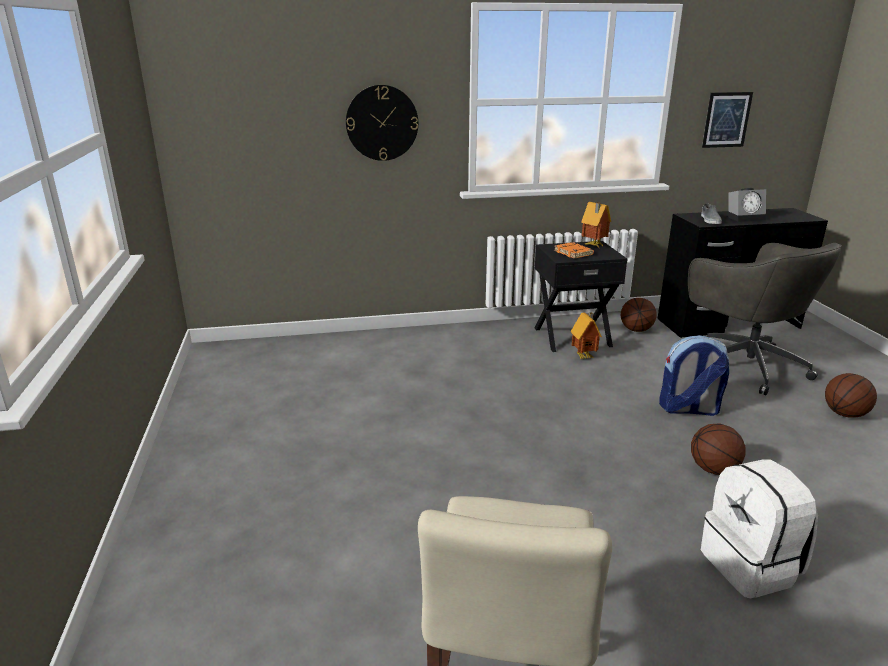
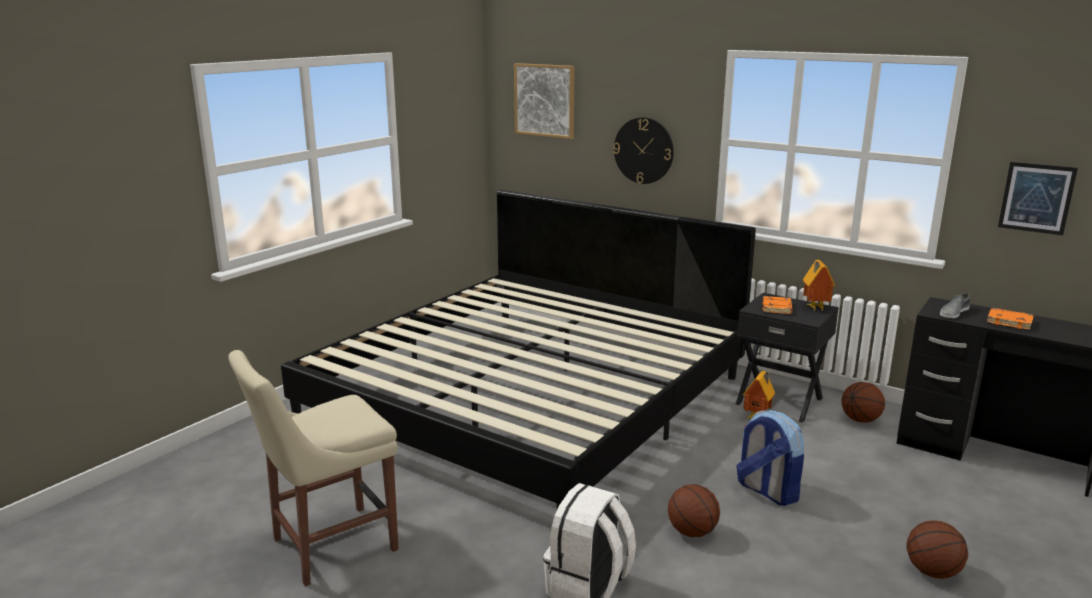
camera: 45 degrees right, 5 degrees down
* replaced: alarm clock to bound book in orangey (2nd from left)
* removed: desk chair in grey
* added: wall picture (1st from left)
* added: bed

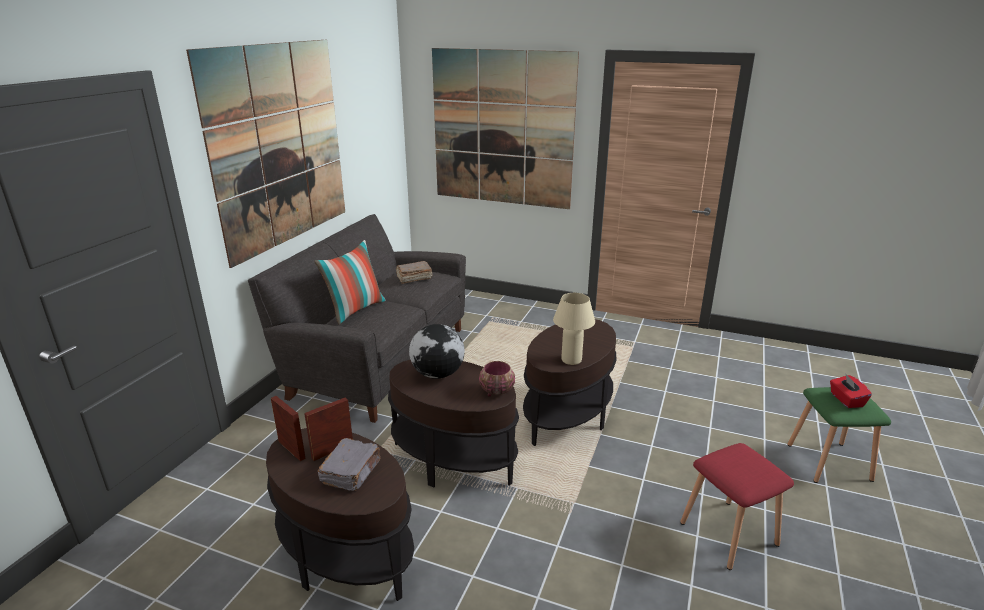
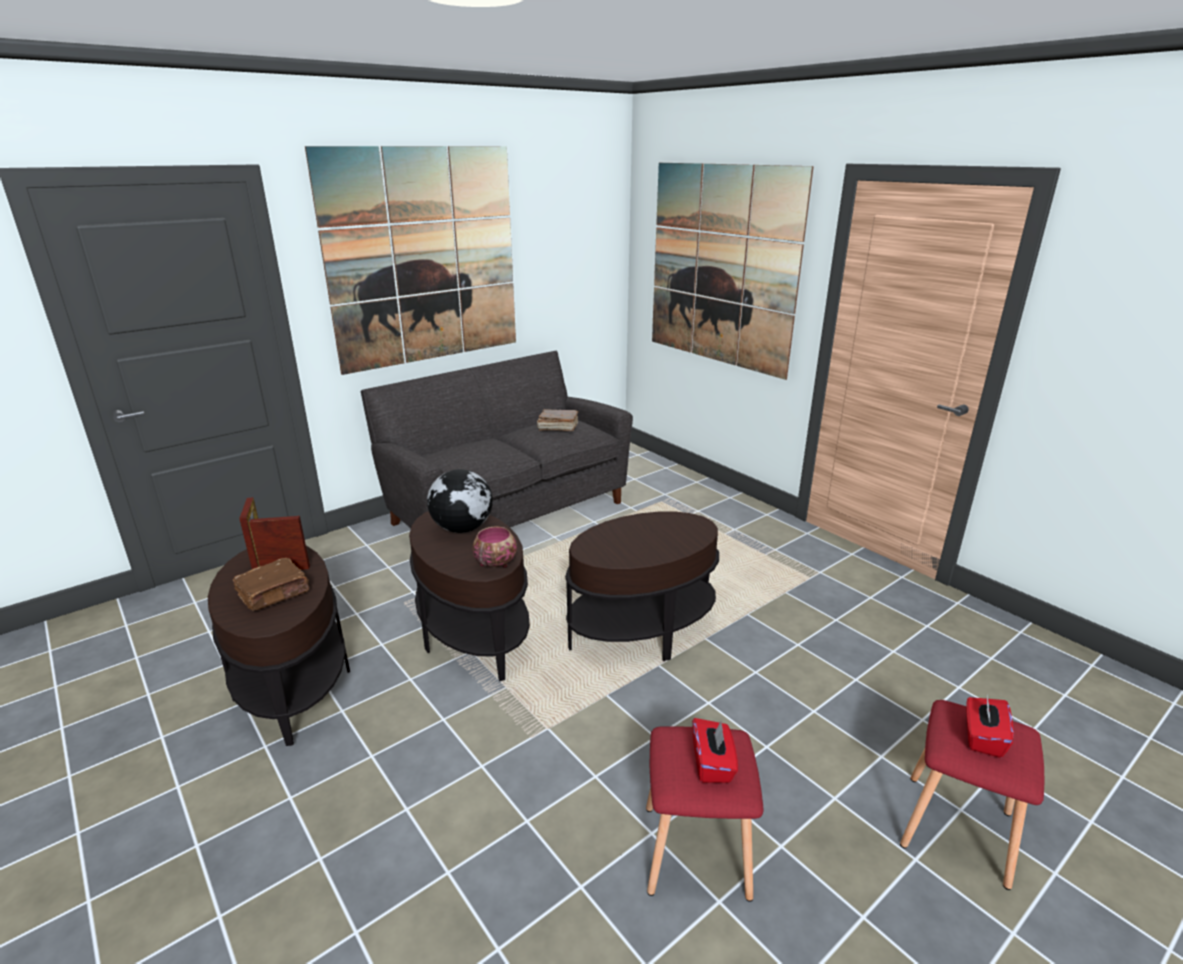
camera: 30 degrees right, 0 degrees up
* removed: throw pillow
* removed: lamp for a table in beige-coloured
* recoloured: sitting stool in green-coloured to sitting stool in red (2nd from left)
* recoloured: bound book in grey to bound book in brownish (1st from left)
* added: tissue box in red (1st from left)

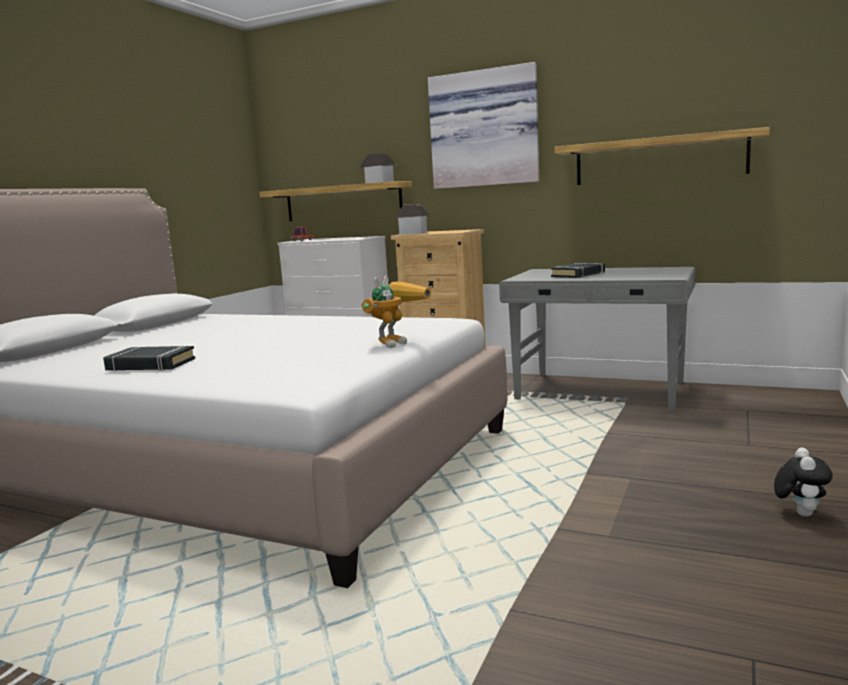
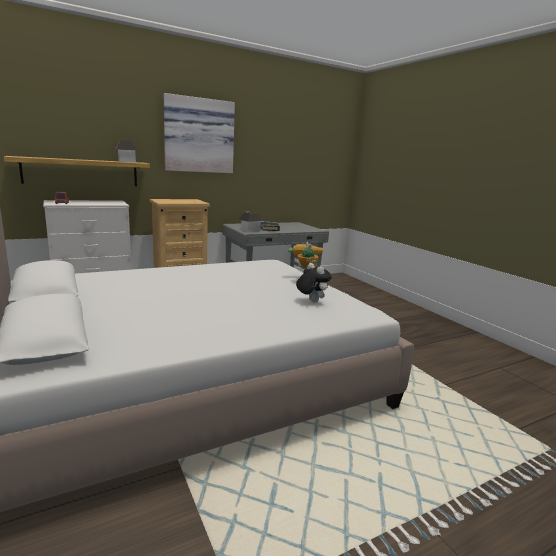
camera: 55 degrees left, 5 degrees up
* removed: wall shelf (2nd from left)
* moved: model house (2nd from left)
* removed: bound book in blackish (1st from left)
* moved: soft toy

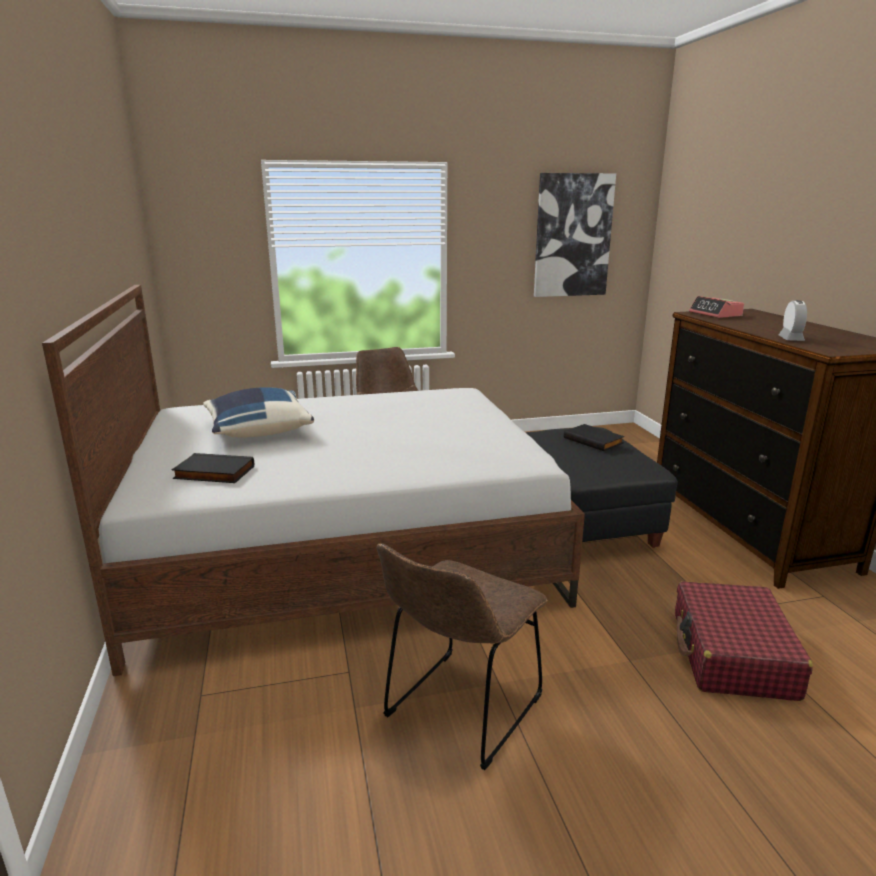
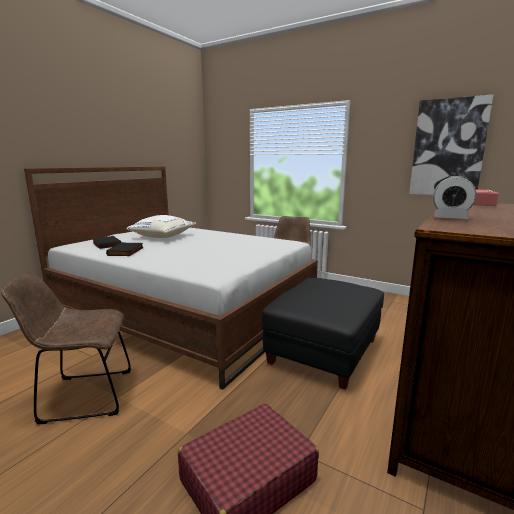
camera: 45 degrees right, 5 degrees down
* turned: alarm clock (2nd from left in the first image) 60 degrees clockwise
* recoloured: throw pillow in blue to throw pillow in white
* moved: bound book in blackish (2nd from left)

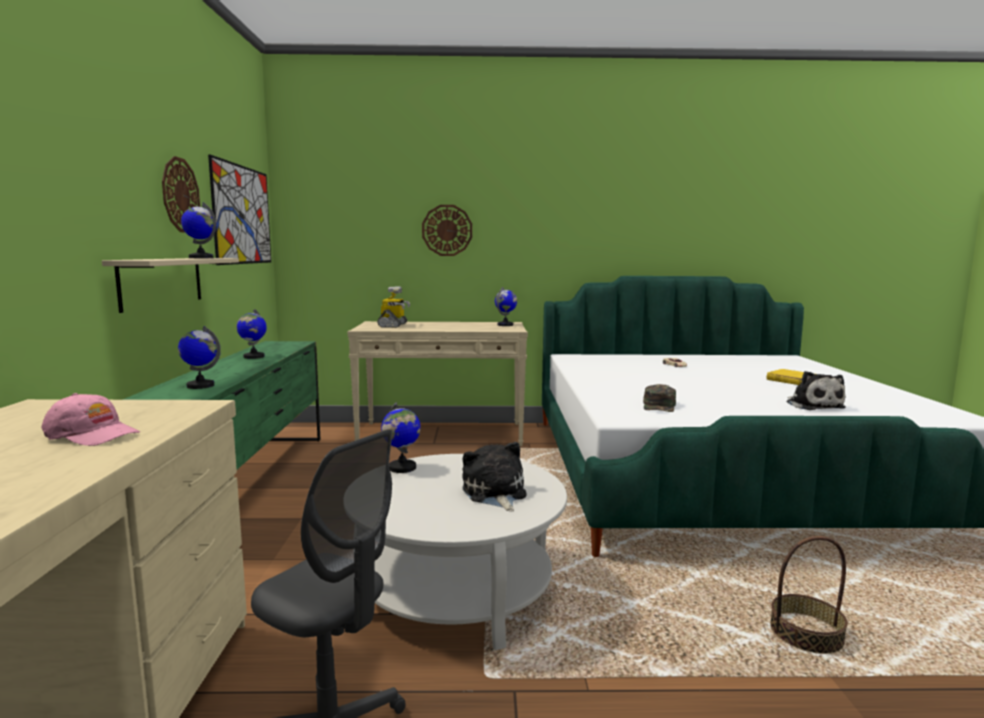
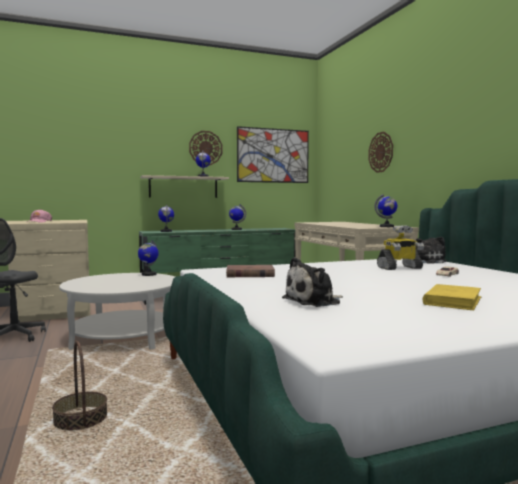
camera: 70 degrees right, 5 degrees down
* moved: model robot
* replaced: peaked cap in green-coloured to bound book in brownish
* moved: soft toy (1st from left in the first image) to soft toy (2nd from left)

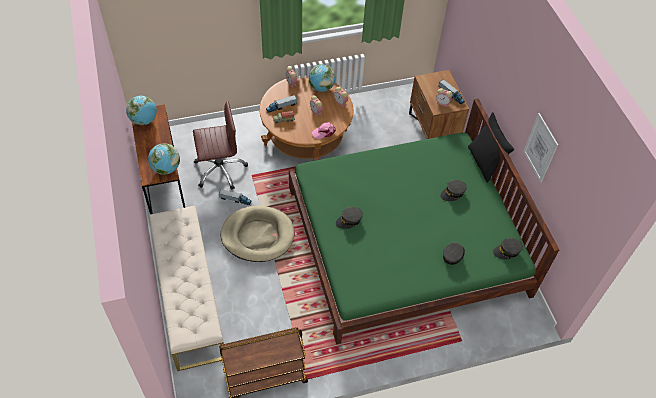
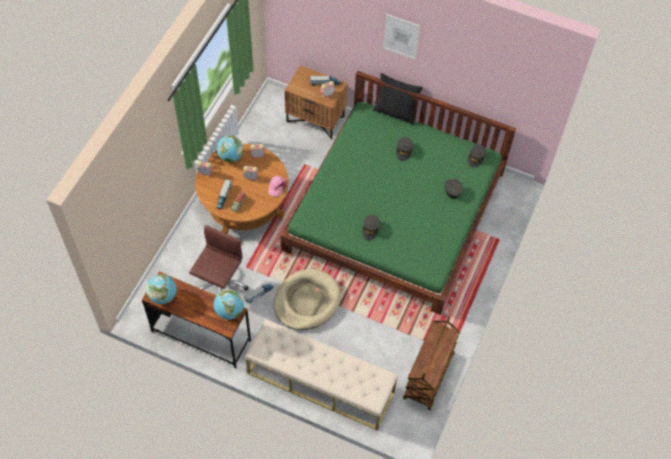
camera: 50 degrees left, 5 degrees up
* moved: wall picture

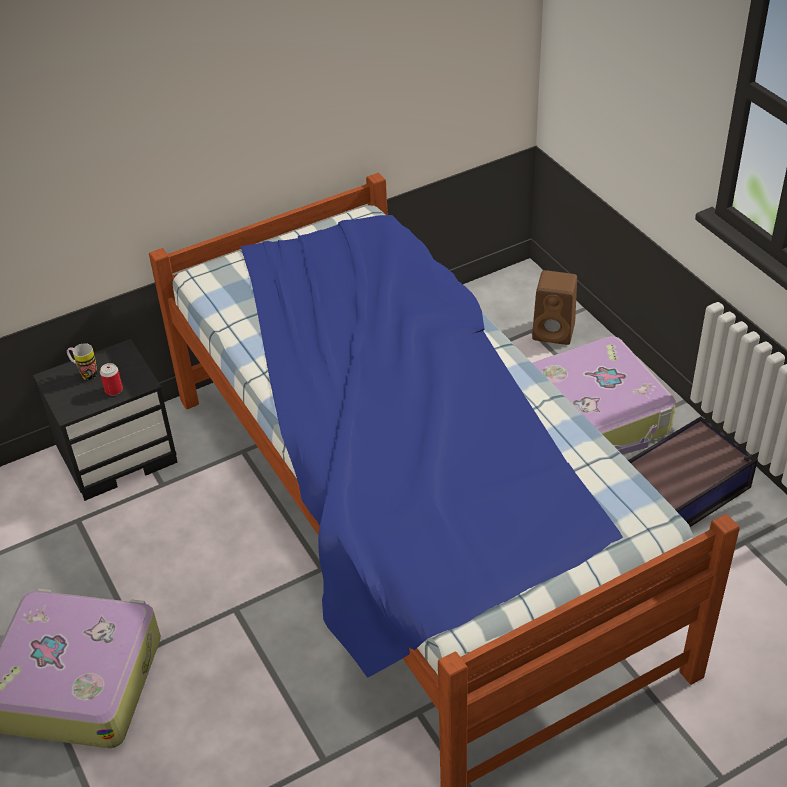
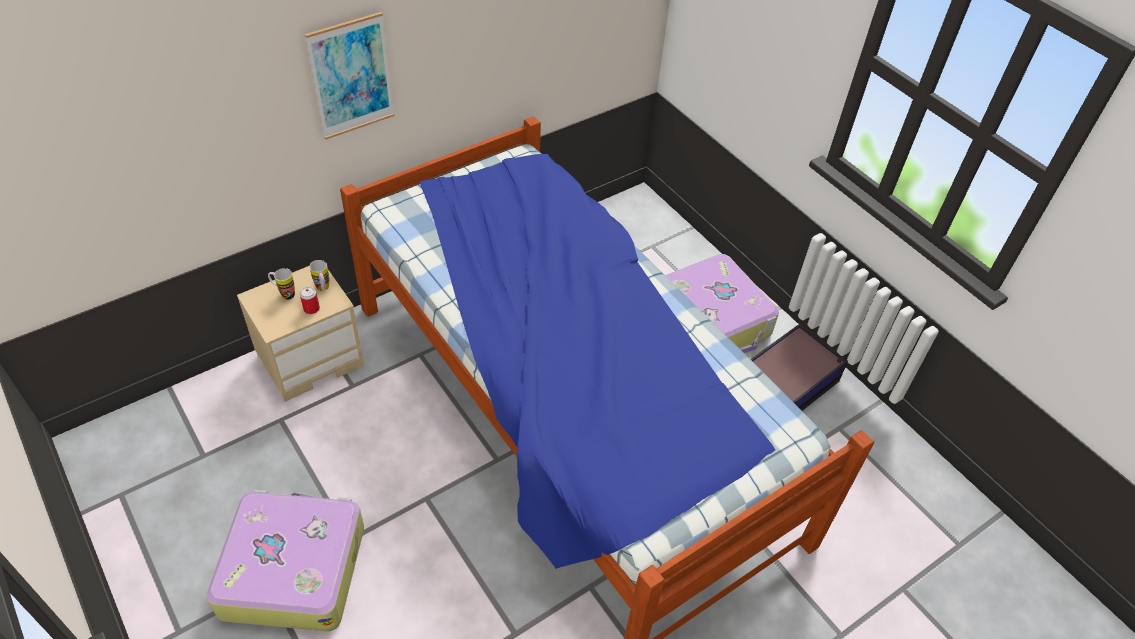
camera: 10 degrees left, 5 degrees up
* removed: audio speaker in brownish
* recoloured: night table in blackish to night table in beige-coloured
* added: wall picture
* added: tea mug (2nd from left)

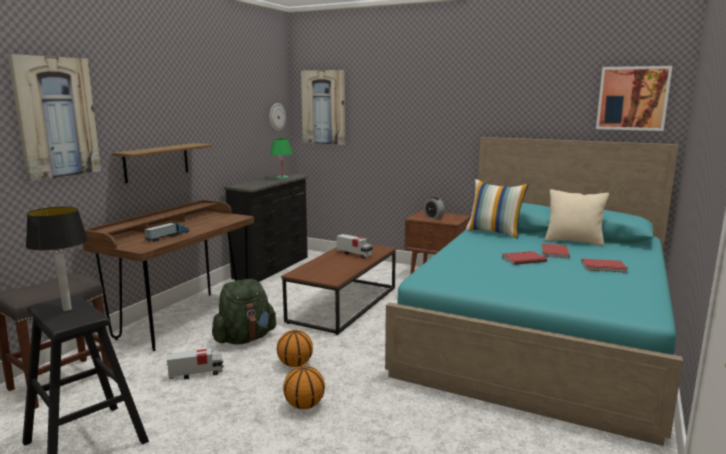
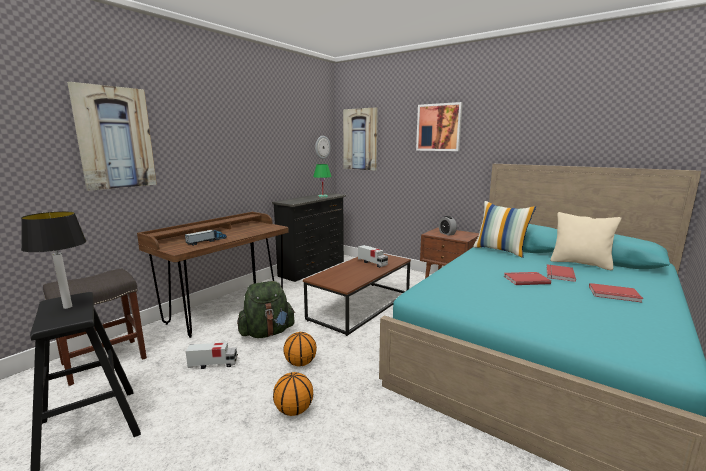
camera: 10 degrees right, 0 degrees up
* moved: wall picture (3rd from left)
* removed: wall shelf

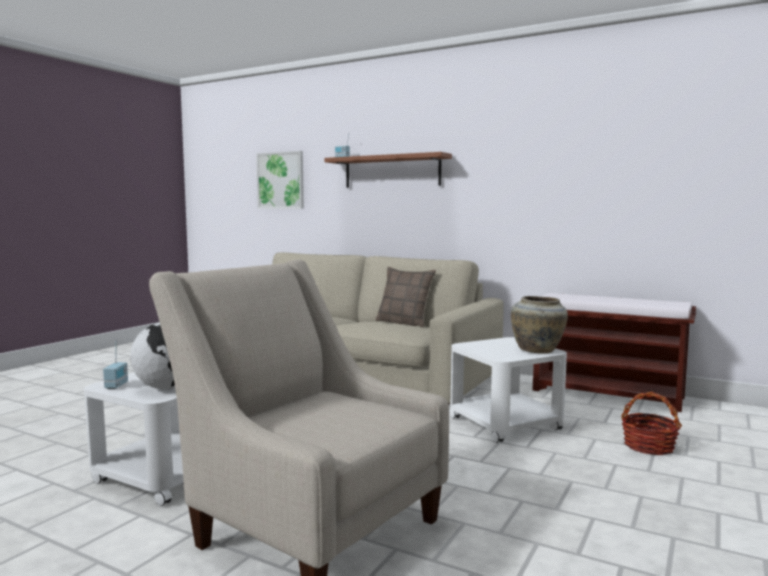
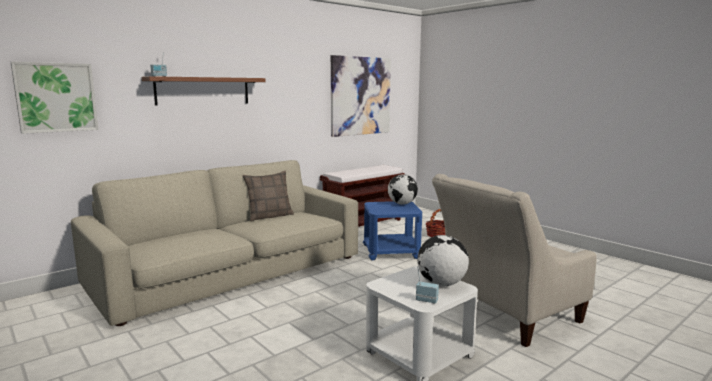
camera: 70 degrees left, 5 degrees up
* replaced: decorative vase in beige-coloured to desk globe (1st from left)
* recoloured: end table in white (2nd from left) to end table in blue
* added: wall picture (2nd from left)

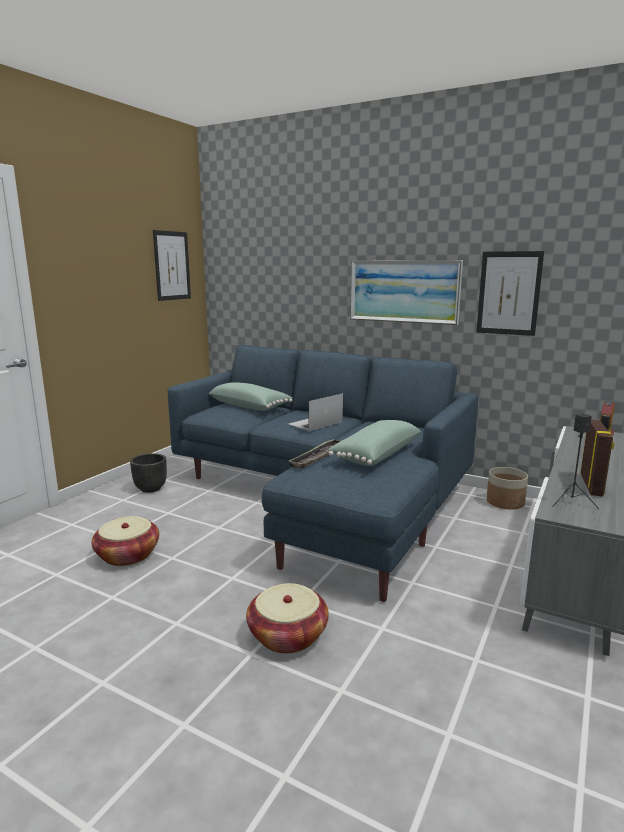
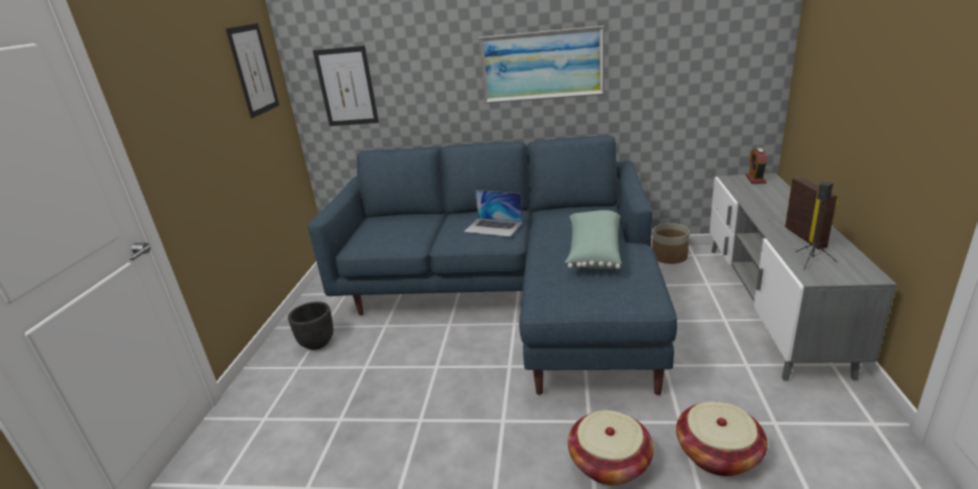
camera: 20 degrees left, 10 degrees up
* moved: wall picture (3rd from left in the first image) to wall picture (2nd from left)
* removed: throw pillow in green-coloured (1st from left)
* turned: notebook computer 90 degrees counterclockwise
* removed: carrying tray
* moved: storage basket (1st from left in the first image) to storage basket (2nd from left)

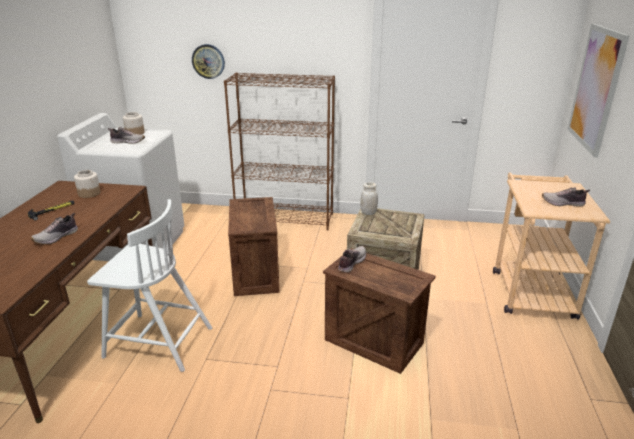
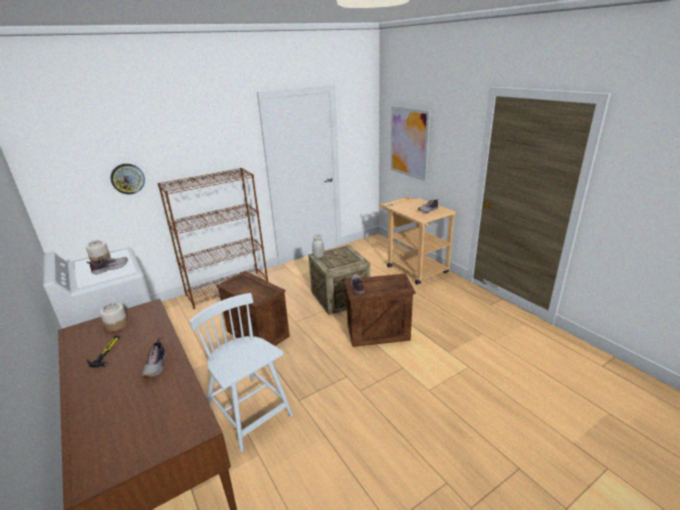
camera: 40 degrees left, 0 degrees up
* turned: plain chair in white 105 degrees counterclockwise

